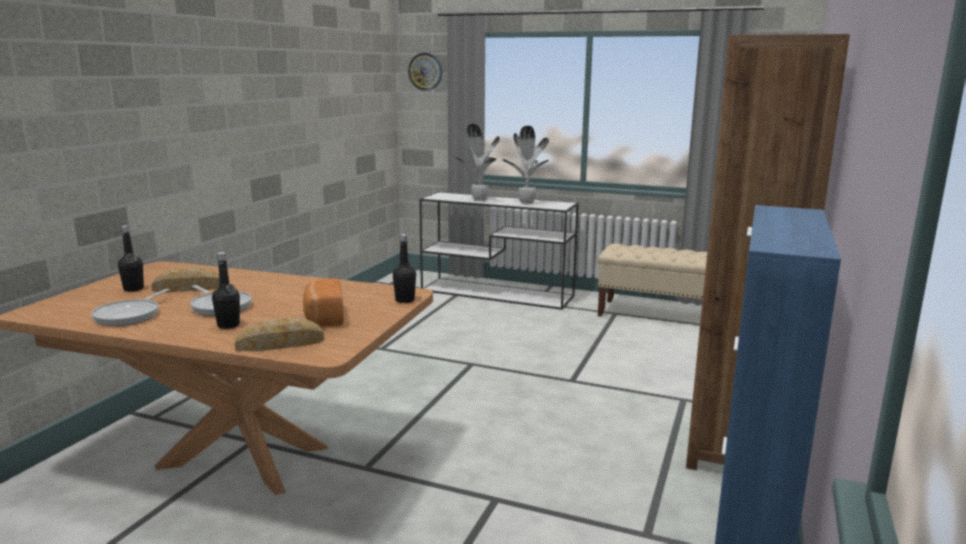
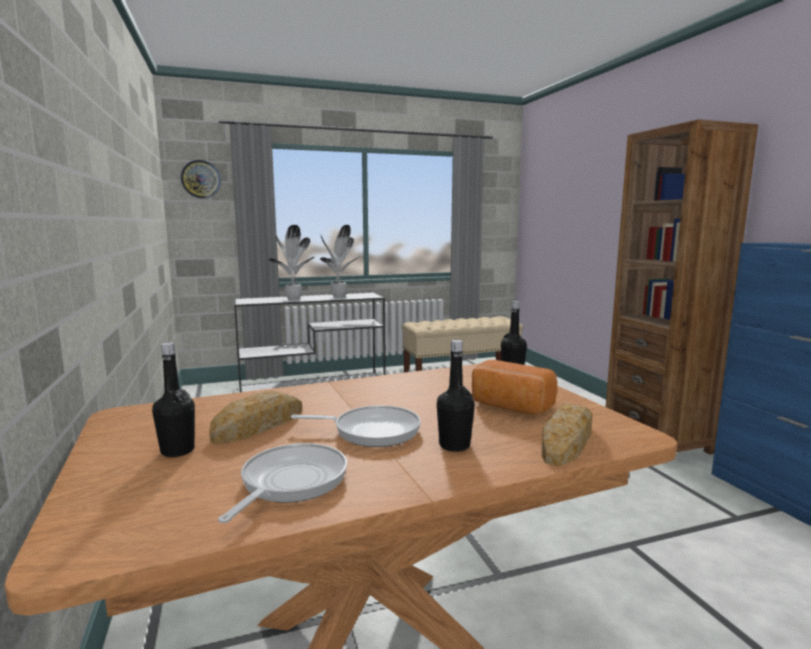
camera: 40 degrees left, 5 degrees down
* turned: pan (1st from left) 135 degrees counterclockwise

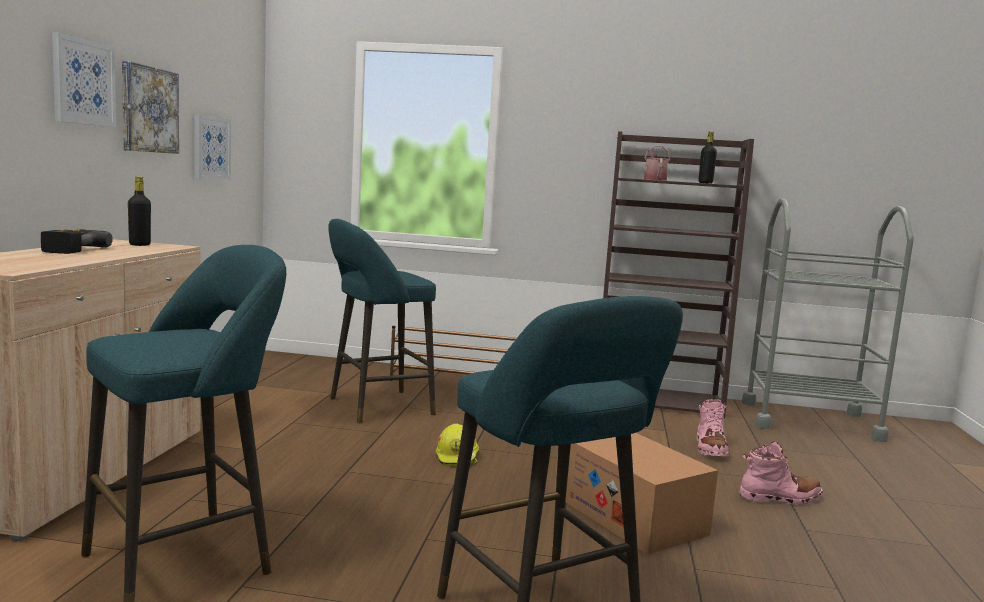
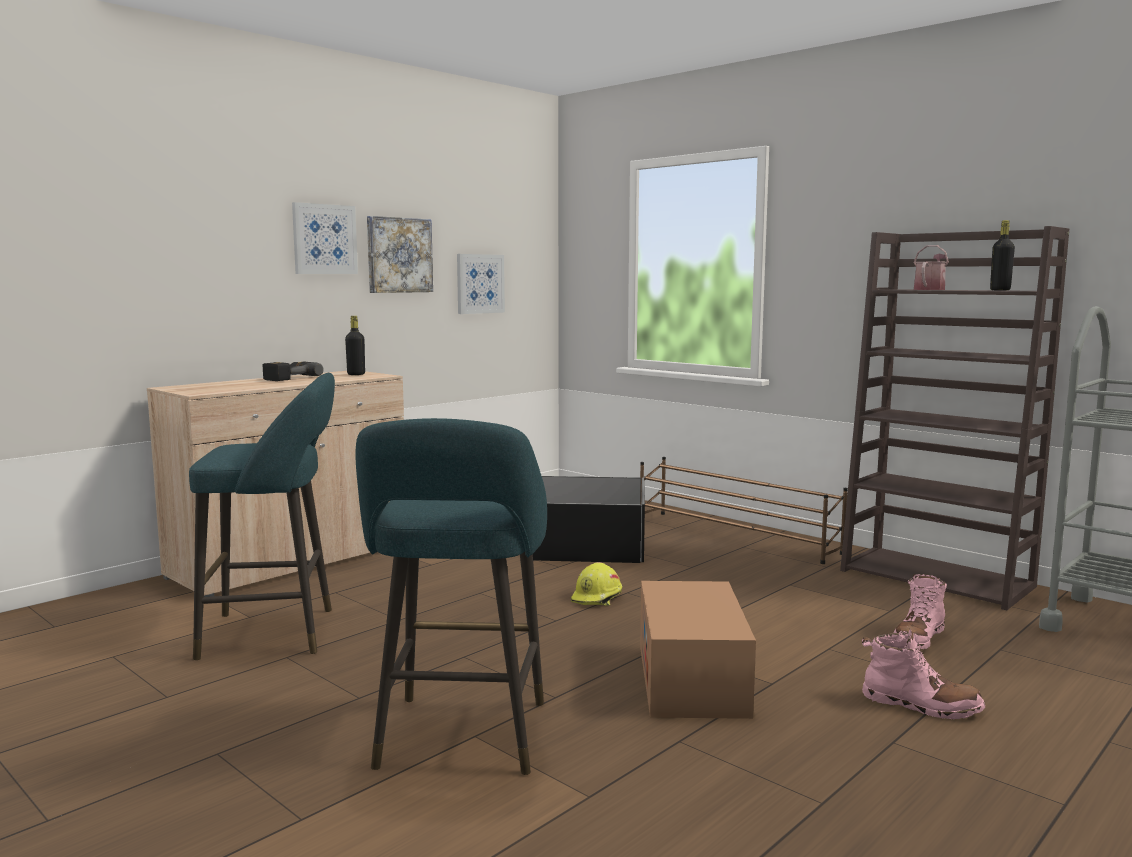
camera: 35 degrees right, 0 degrees up
* replaced: sitting stool in turquoise-coloured (2nd from left) to storage bin in blackish

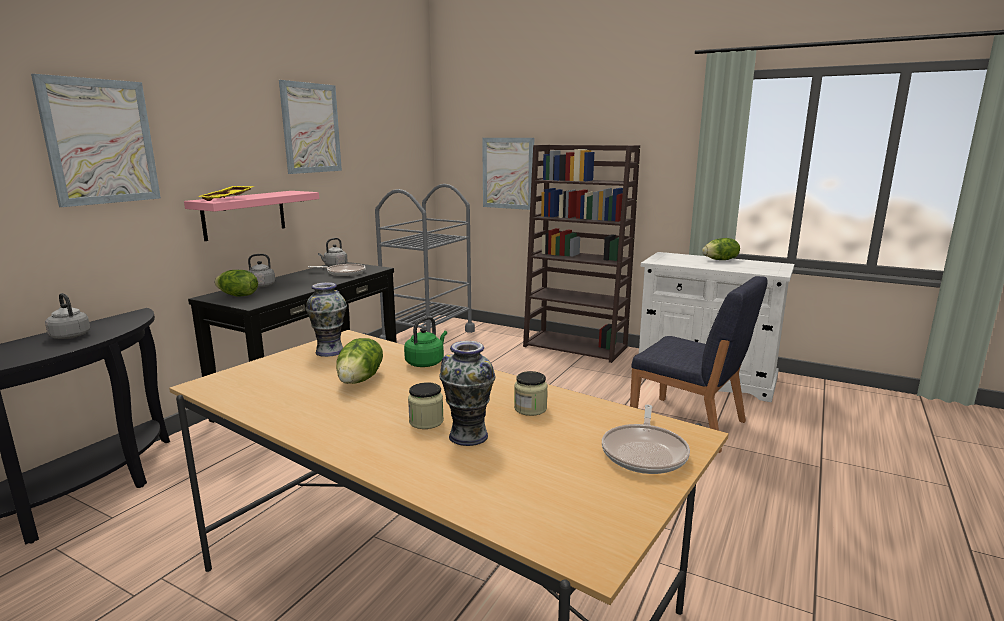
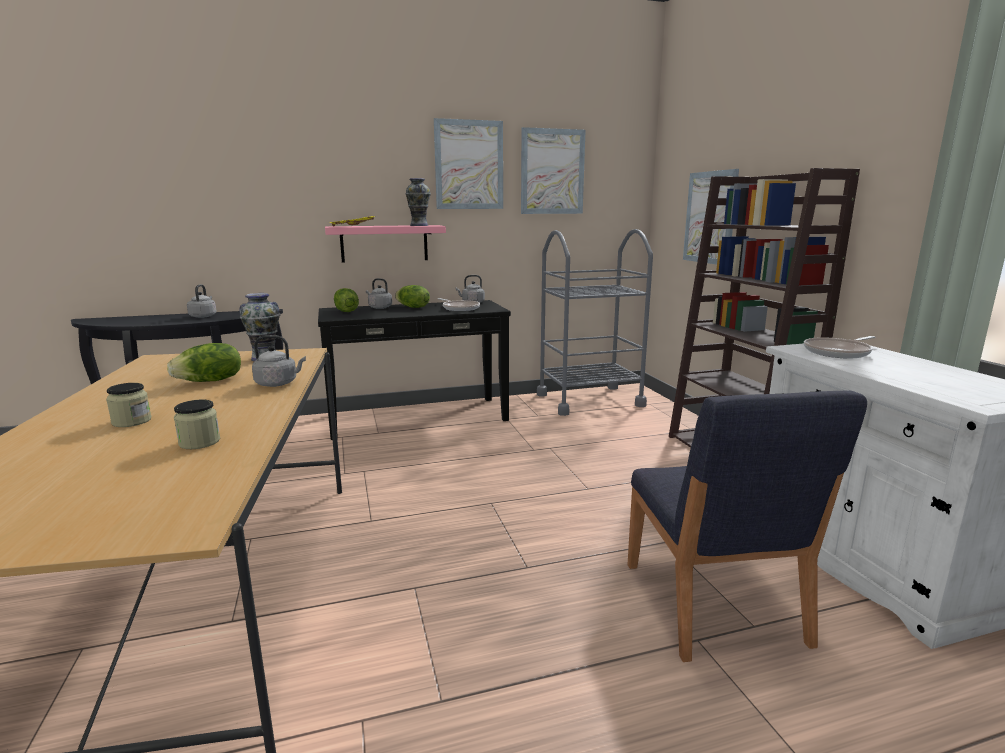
camera: 45 degrees right, 0 degrees up
* moved: wall picture (1st from left in the first image) to wall picture (2nd from left)
* moved: lettuce (3rd from left)
* recoloured: kettle in green-coloured to kettle in grey (2nd from left)
* moved: decorative vase (2nd from left)
* moved: pan (2nd from left)

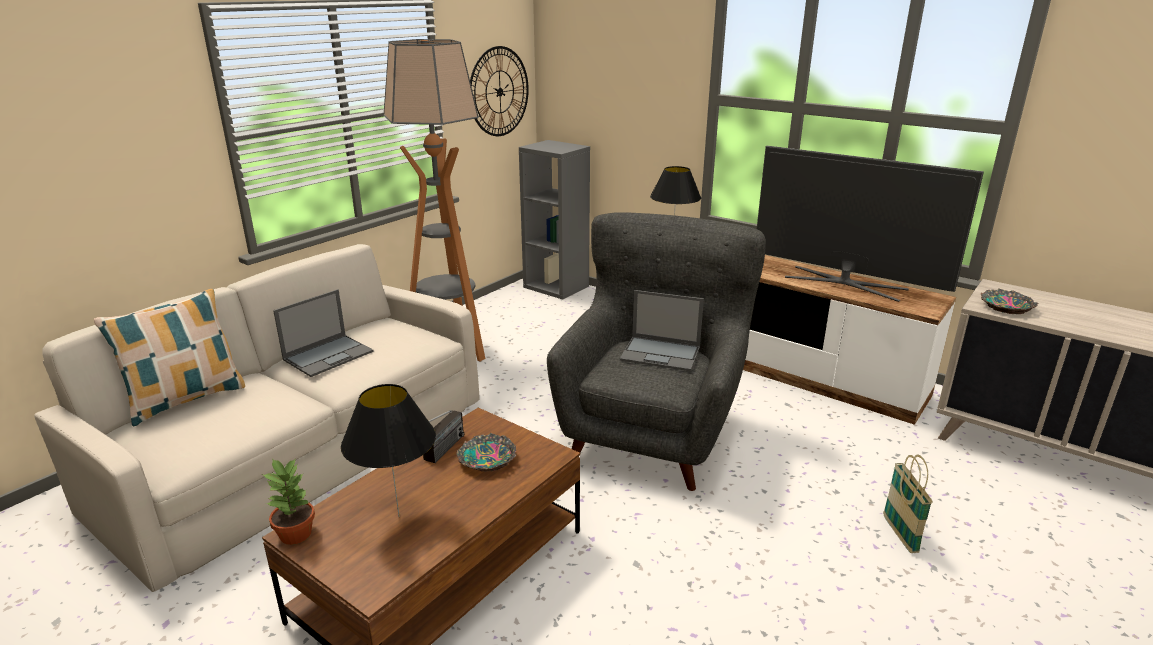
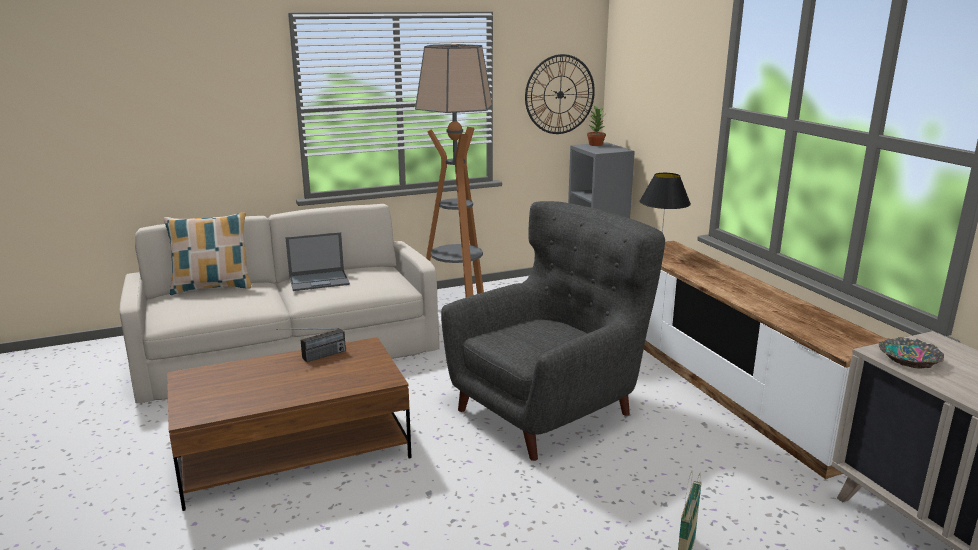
camera: 30 degrees right, 5 degrees down
* removed: TV
* removed: notebook computer (2nd from left)
* removed: lamp for a table in blackish (1st from left)
* removed: deep dish (1st from left)
* moved: houseplant

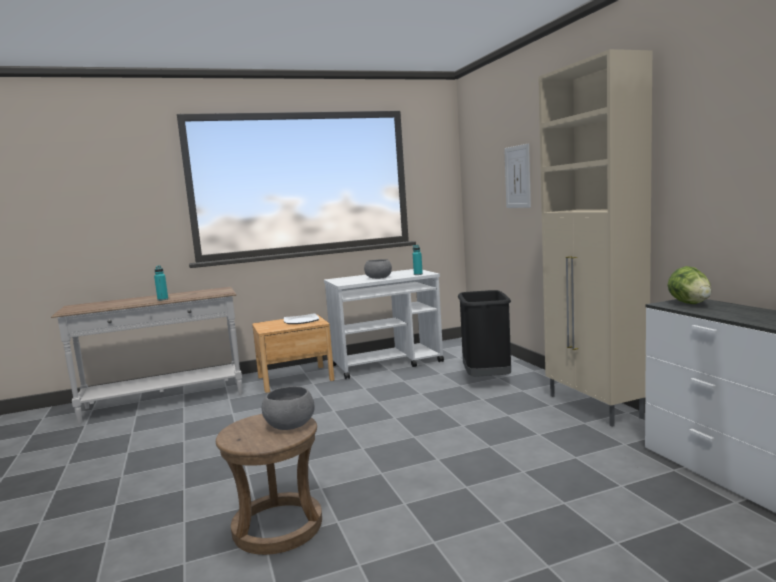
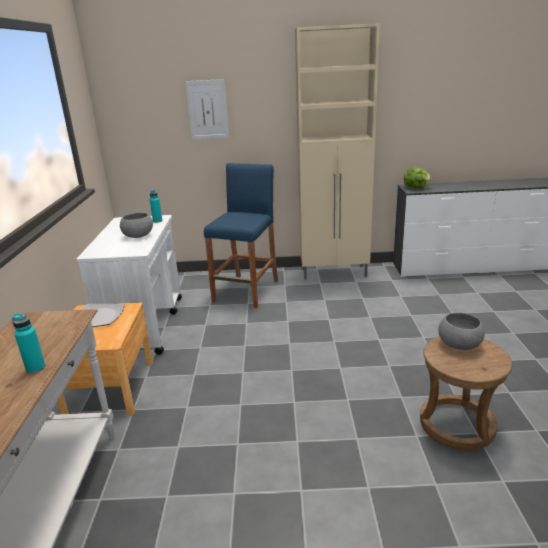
camera: 70 degrees left, 15 degrees up
* replaced: rubbish bin in blackish to sitting stool in blue

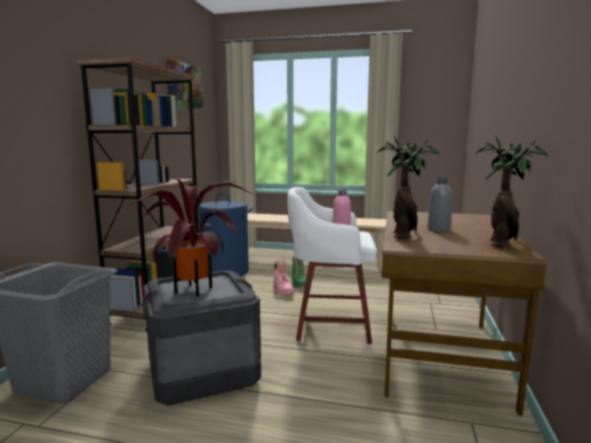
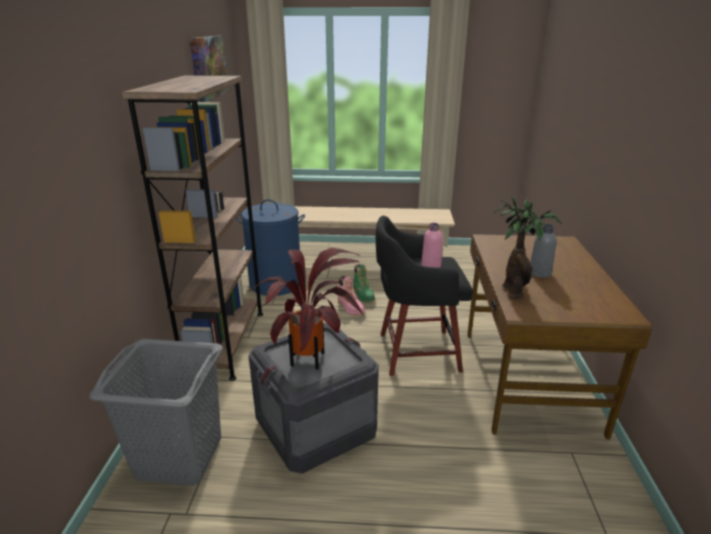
camera: 10 degrees left, 15 degrees up
* removed: houseplant (3rd from left)
* recoloured: sitting stool in white to sitting stool in blackish

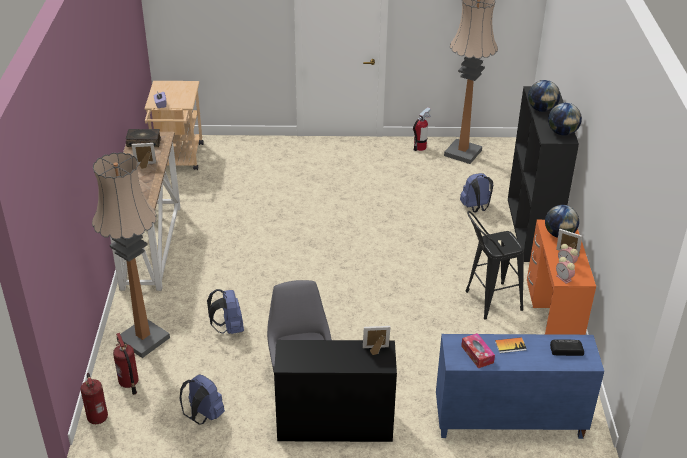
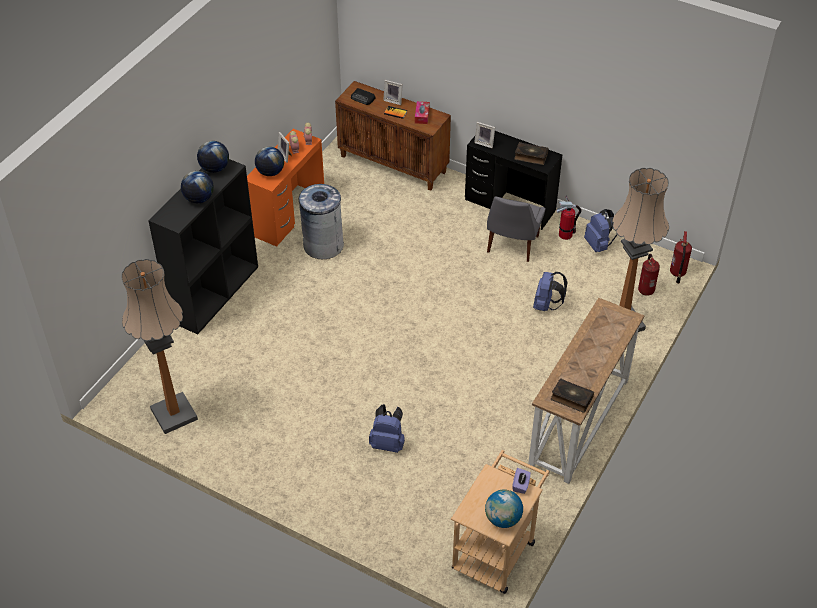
camera: 150 degrees left, 10 degrees up
* moved: fire-fighting cylinder (3rd from left in the first image) to fire-fighting cylinder (1st from left)
* moved: standing frame (1st from left in the first image) to standing frame (2nd from left)
* moved: rucksack in blue (3rd from left in the first image) to rucksack in blue (1st from left)
* replaced: sitting stool in blackish to rubbish bin in grey
* recoloured: storage cabinet in blue to storage cabinet in brownish
* added: bound book (2nd from left)
* added: desk globe (4th from left)

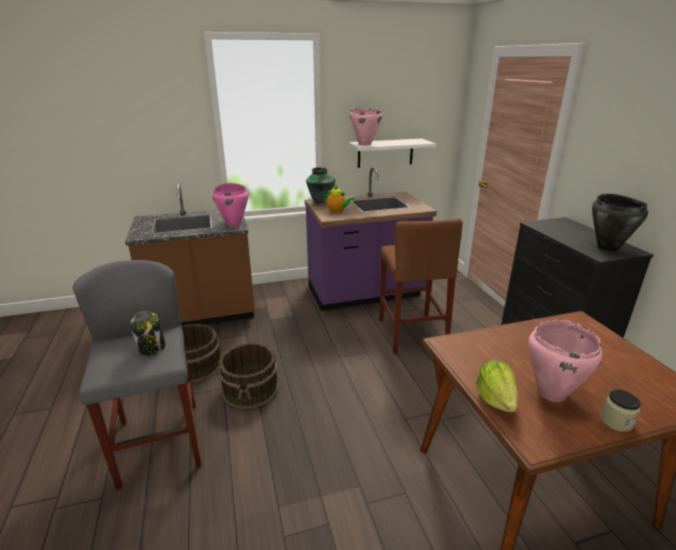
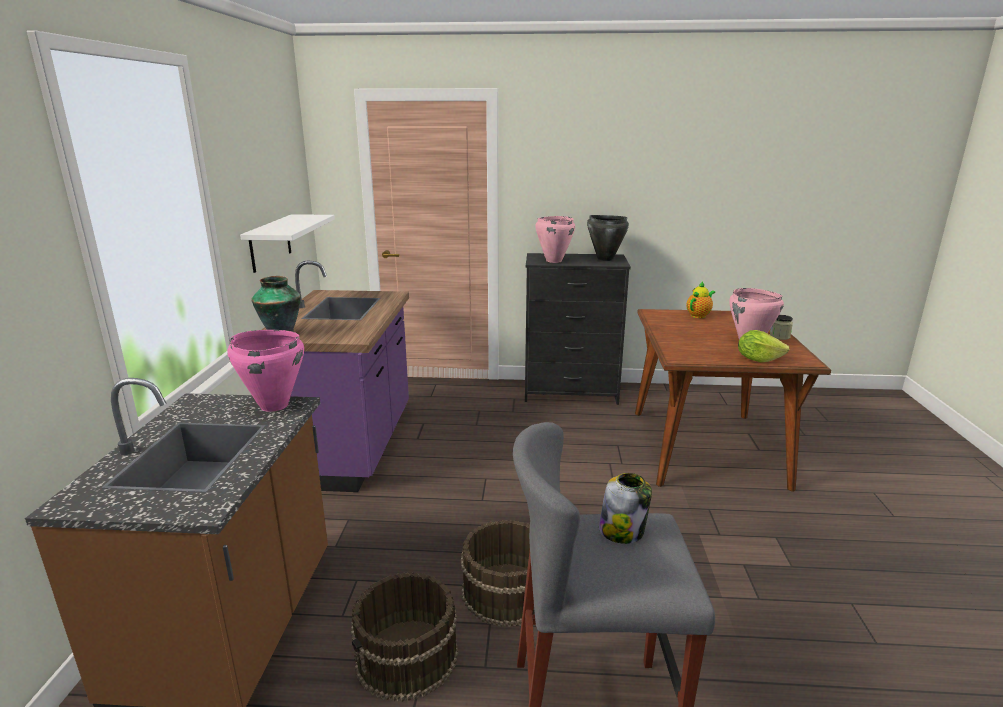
camera: 70 degrees left, 5 degrees down
* moved: stockpot in pink (2nd from left)
* moved: teapot
* removed: sitting stool in brownish

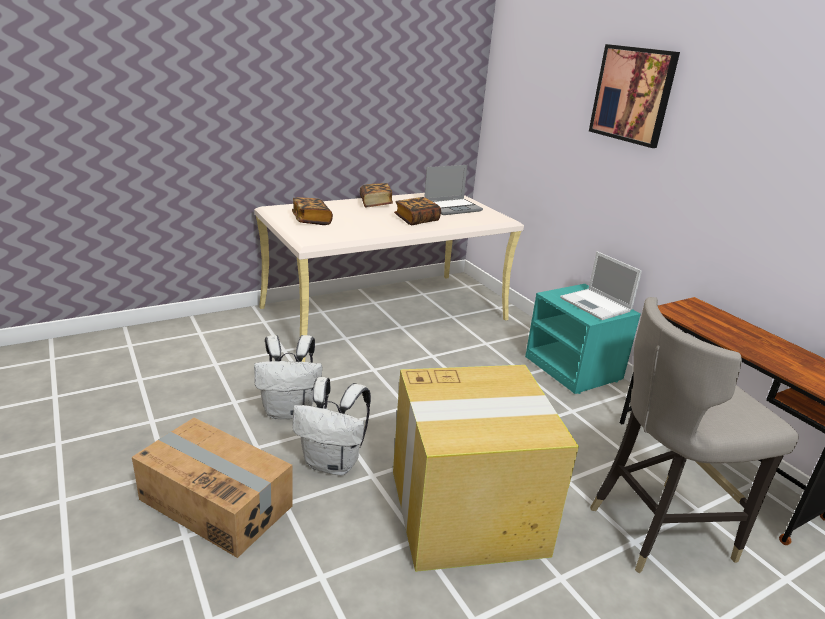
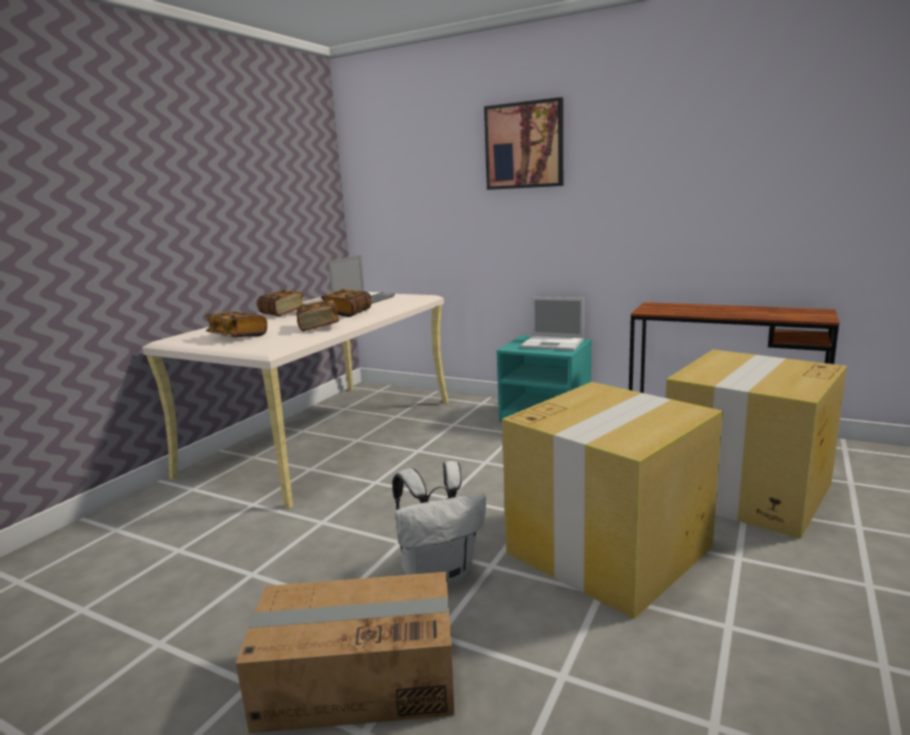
camera: 30 degrees left, 10 degrees down
* replaced: sitting stool in grey to cardboard box (3rd from left)
* removed: rucksack in white (1st from left)
* added: bound book (3rd from left)

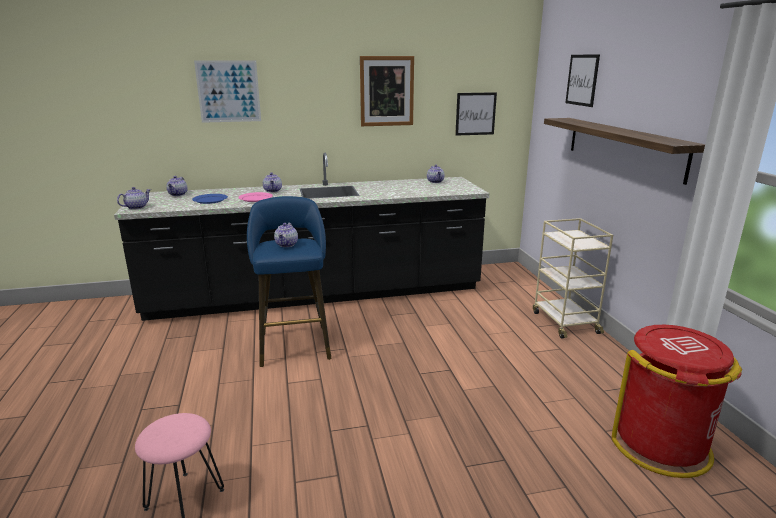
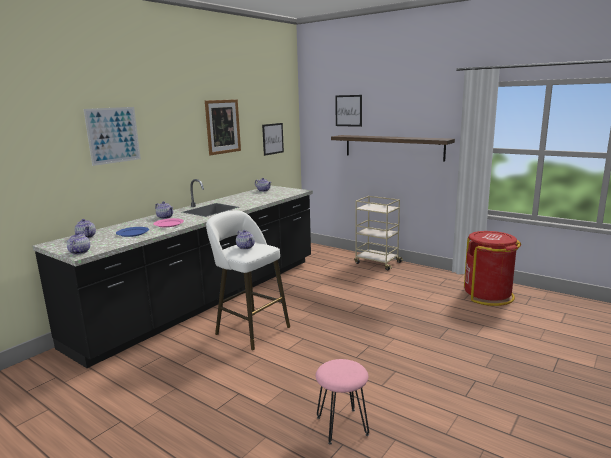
camera: 40 degrees left, 5 degrees down
* recoloured: sitting stool in blue to sitting stool in white

